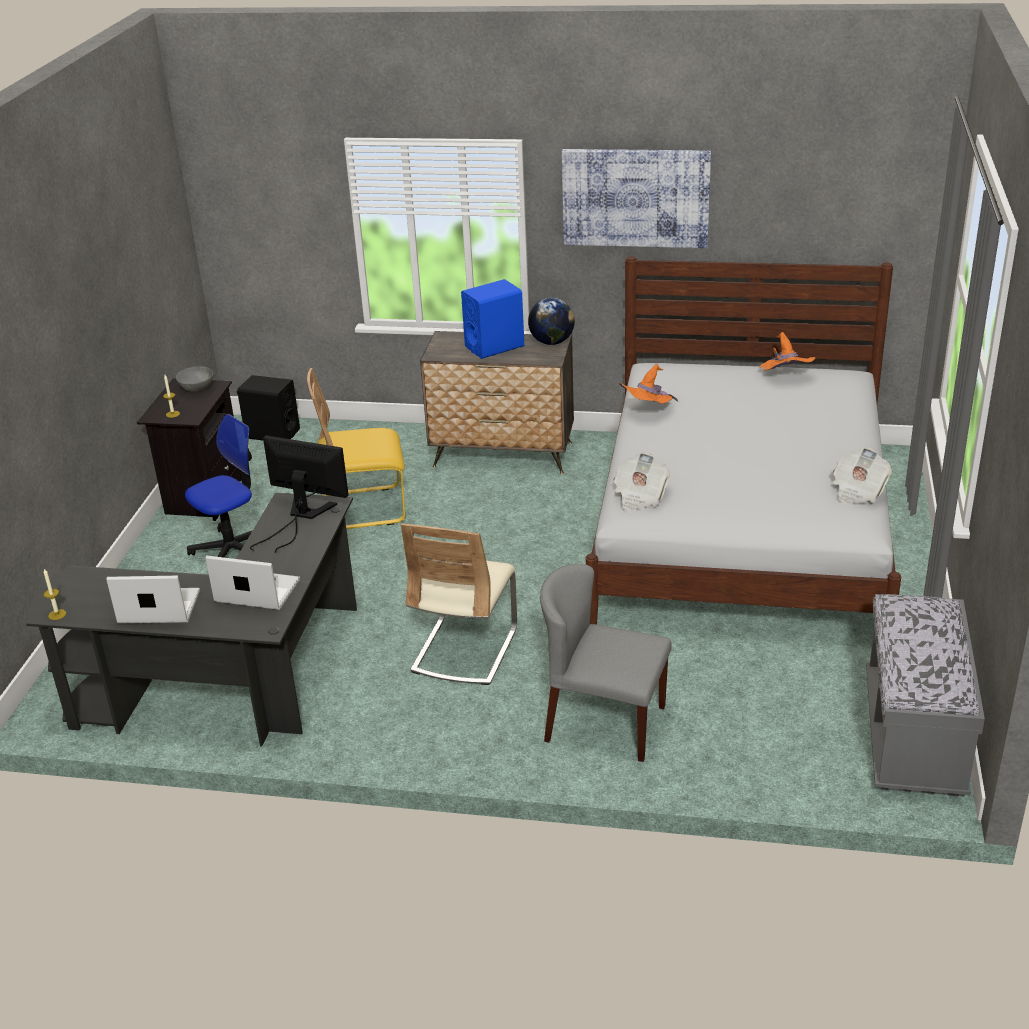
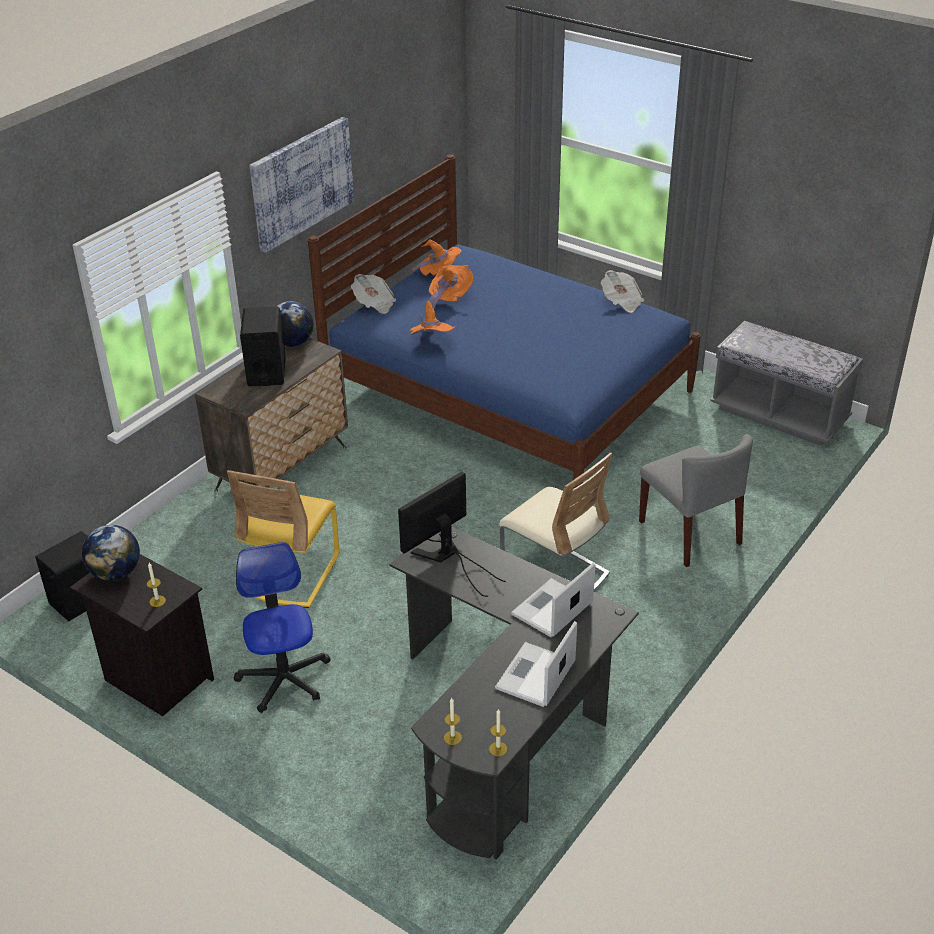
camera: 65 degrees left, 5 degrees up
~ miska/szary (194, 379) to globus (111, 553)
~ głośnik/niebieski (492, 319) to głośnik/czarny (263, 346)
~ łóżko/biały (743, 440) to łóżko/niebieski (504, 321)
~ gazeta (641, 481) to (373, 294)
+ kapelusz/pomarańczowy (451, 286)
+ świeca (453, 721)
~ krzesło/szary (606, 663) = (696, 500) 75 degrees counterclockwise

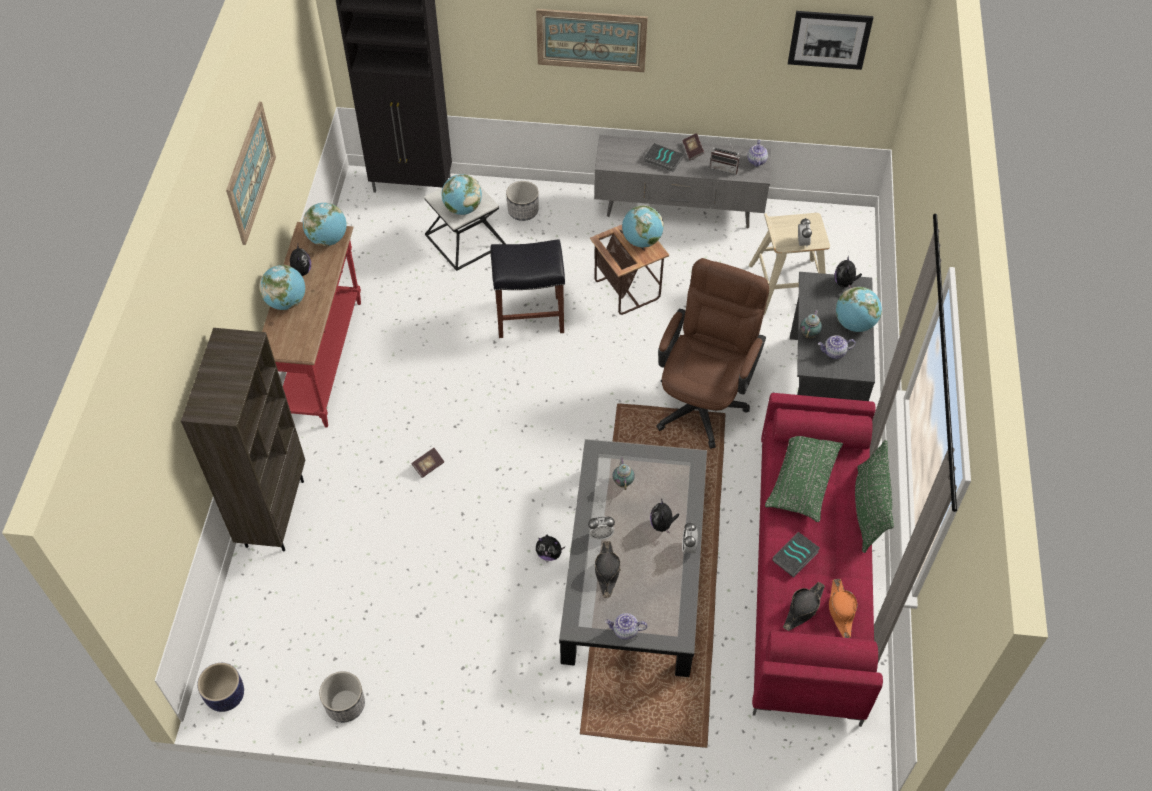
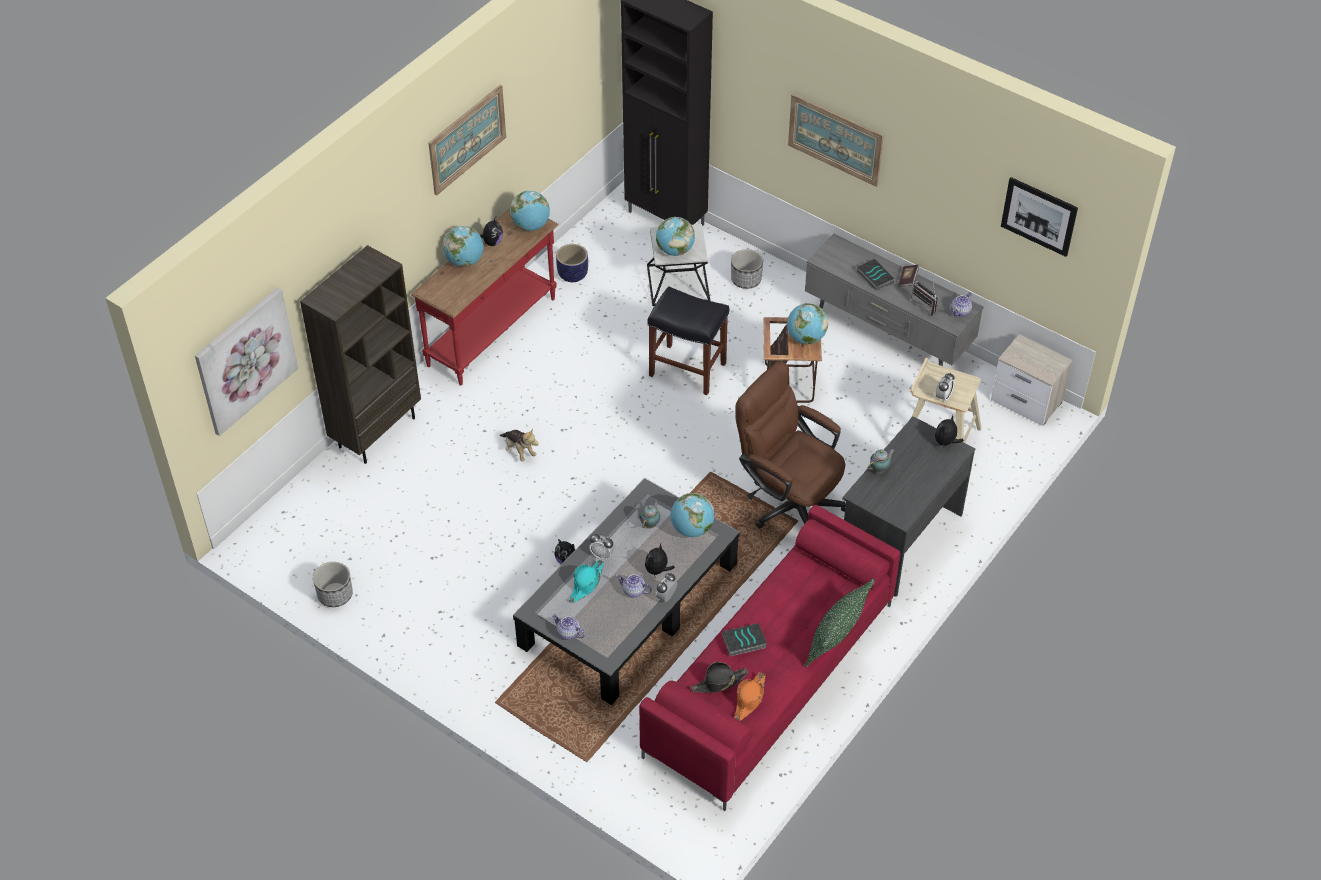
camera: 30 degrees right, 5 degrees down
+ obraz (247, 362)
~ książka (428, 463) to pluszak (519, 445)
~ donica (220, 687) to (572, 263)
~ kapelusz/czarny (607, 569) to kapelusz/turkusowy (586, 581)
~ imbryk (837, 347) to (634, 586)
~ globus (859, 309) to (692, 515)
~ krzesło biurowe/brązowy (713, 353) = (790, 444) 105 degrees counterclockwise
+ szafka nocna (1032, 380)
- poduszka/zielony (804, 479)

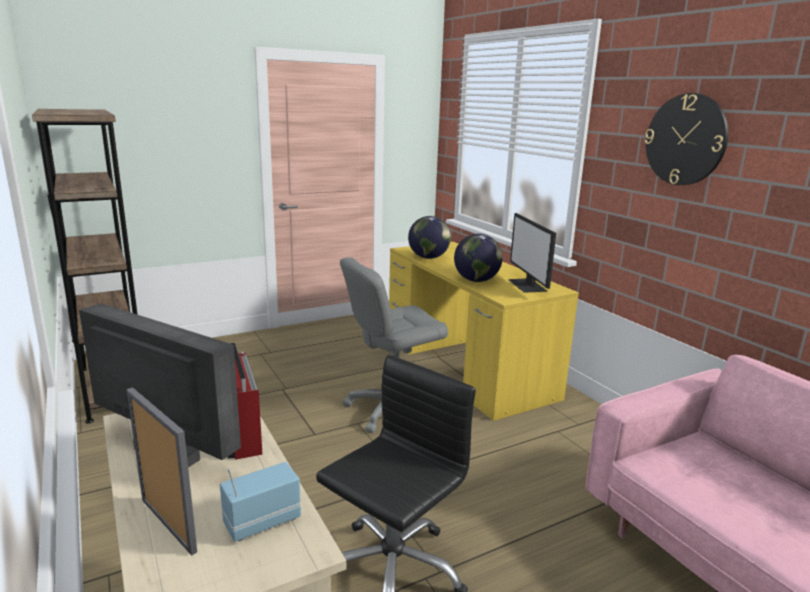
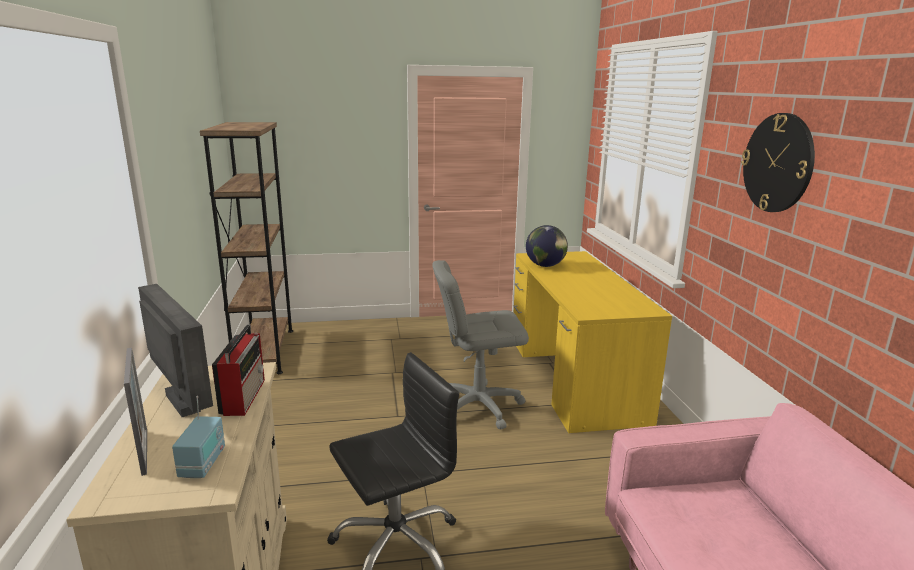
camera: 20 degrees right, 0 degrees up
~ radio (260, 502) = (198, 437) 105 degrees clockwise
- globus (478, 258)
- monitor (532, 253)

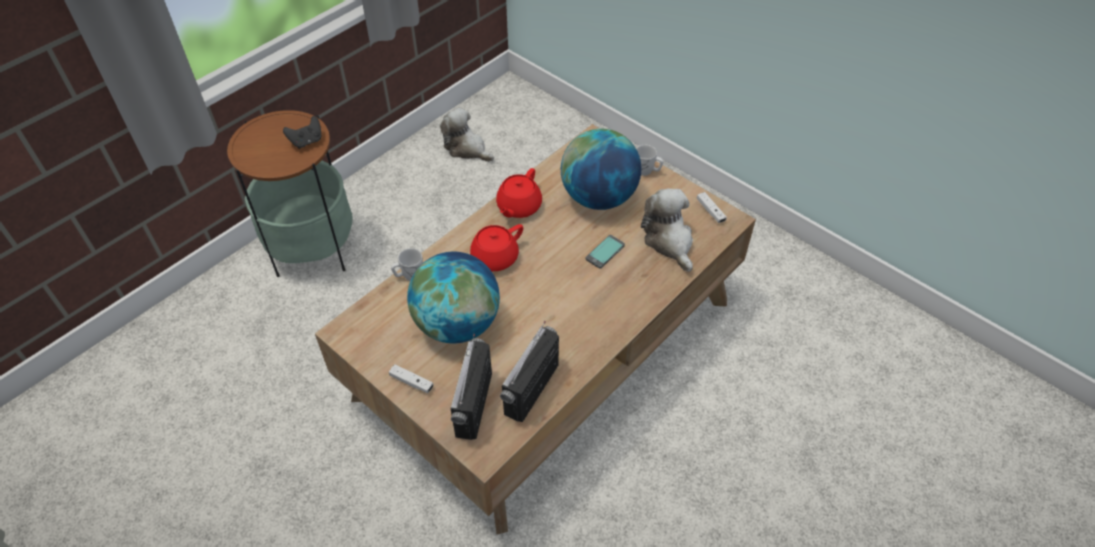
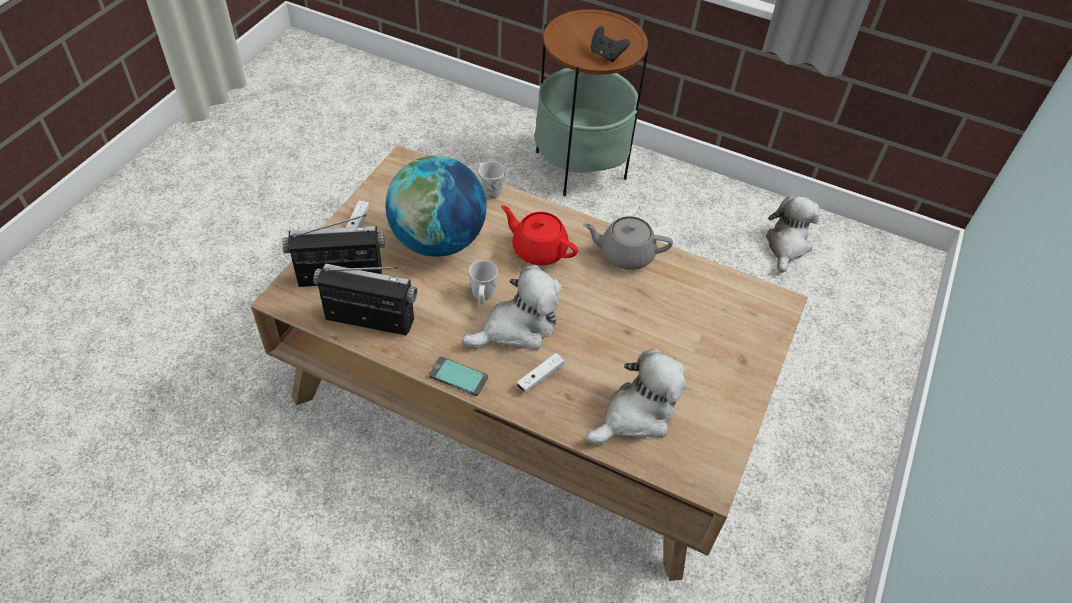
camera: 70 degrees right, 0 degrees up
~ telefon (605, 252) to (458, 376)
+ pluszak (512, 308)
~ kubek/biały (649, 160) to (483, 282)
~ pad do gier/biały (712, 207) to (540, 373)
~ imbryk/czerwony (519, 193) to imbryk/szary (628, 243)
- globus (601, 169)

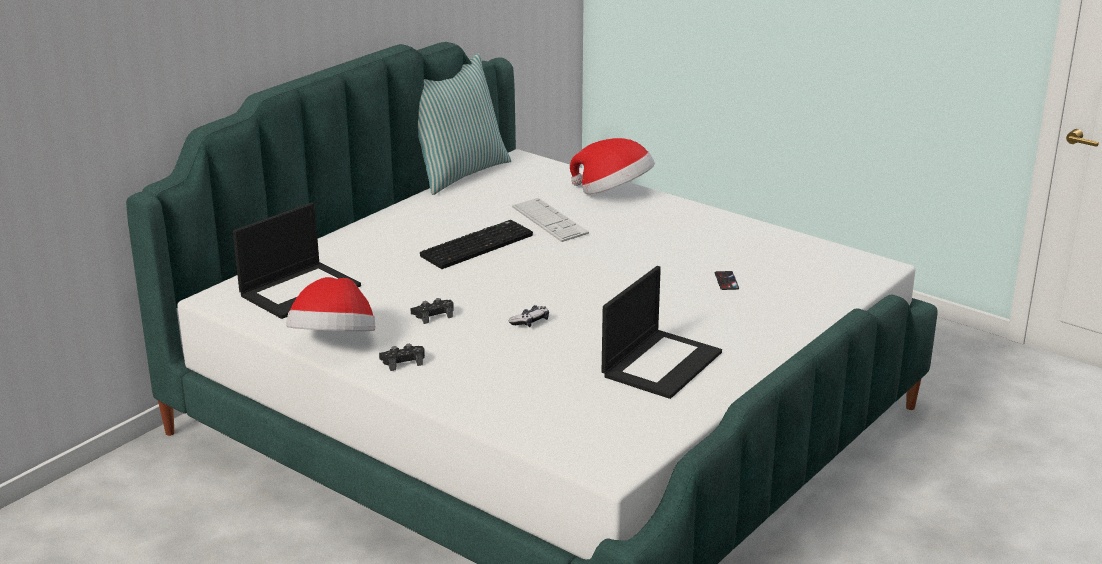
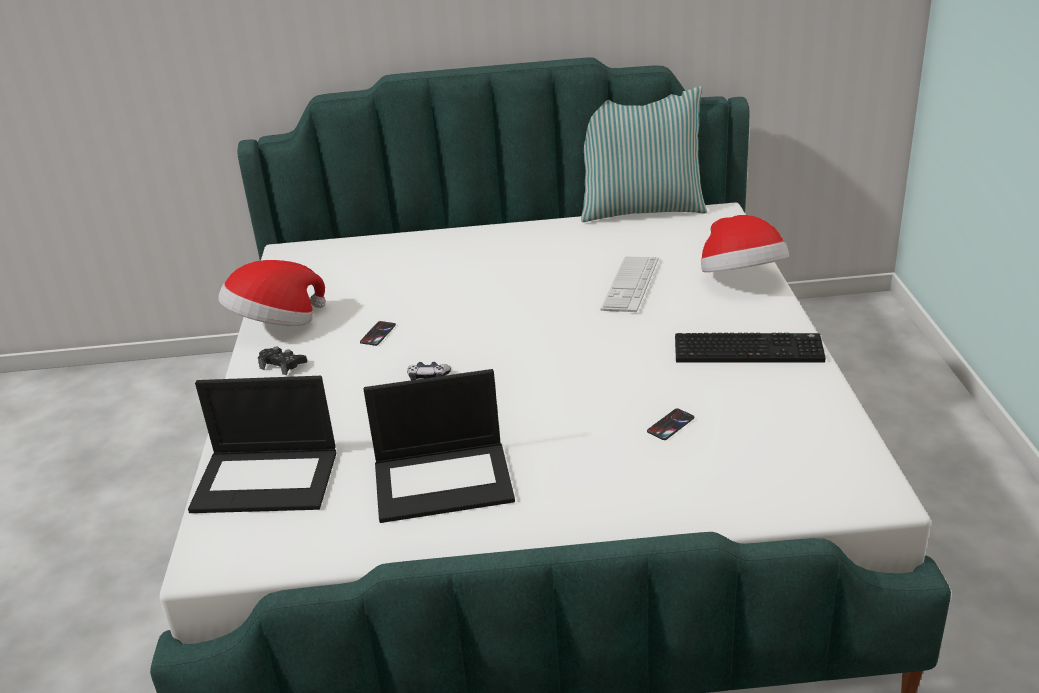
camera: 50 degrees right, 5 degrees up
~ laptop (297, 260) to (262, 444)
~ pad do gier/czarny (432, 311) to telefon (378, 333)
~ klawiatura (476, 244) to (750, 348)

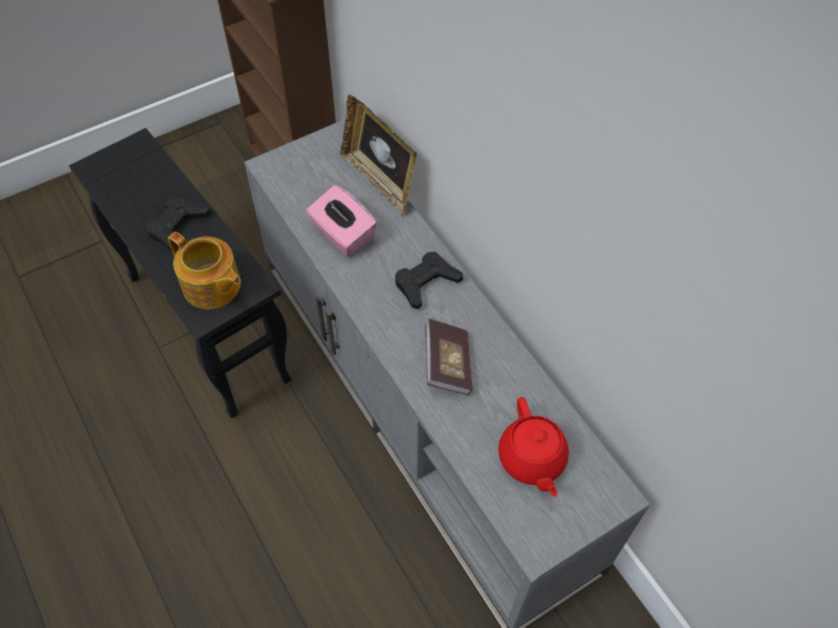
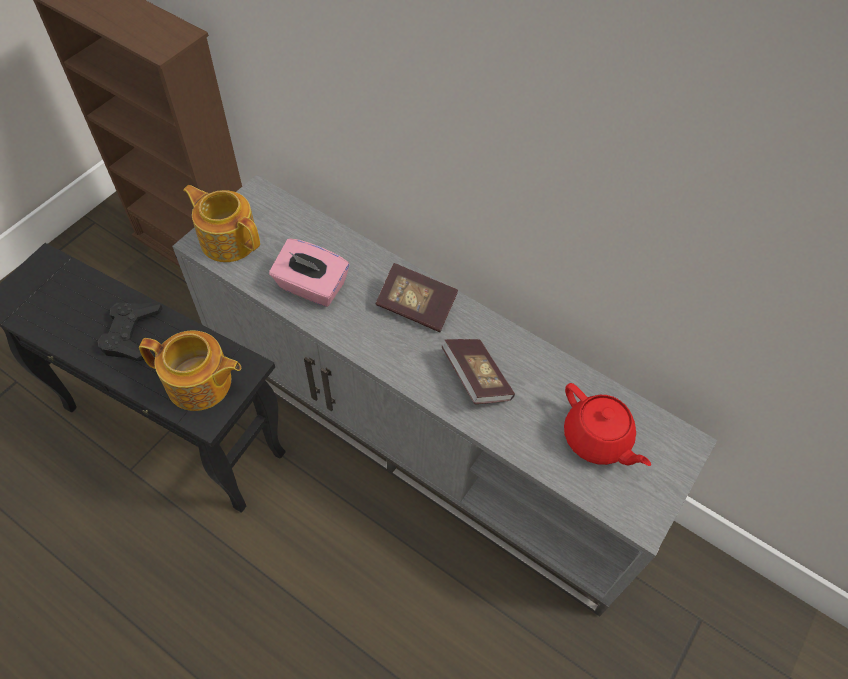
camera: 25 degrees left, 0 degrees up
+ imbryk (221, 223)
~ pad do gier/czarny (429, 280) to książka (416, 297)
- ramka na zdjęcie (379, 155)

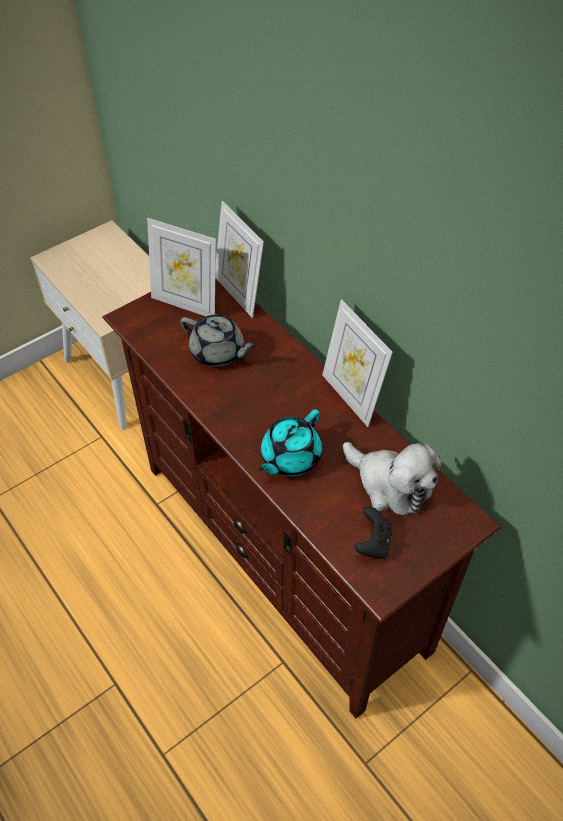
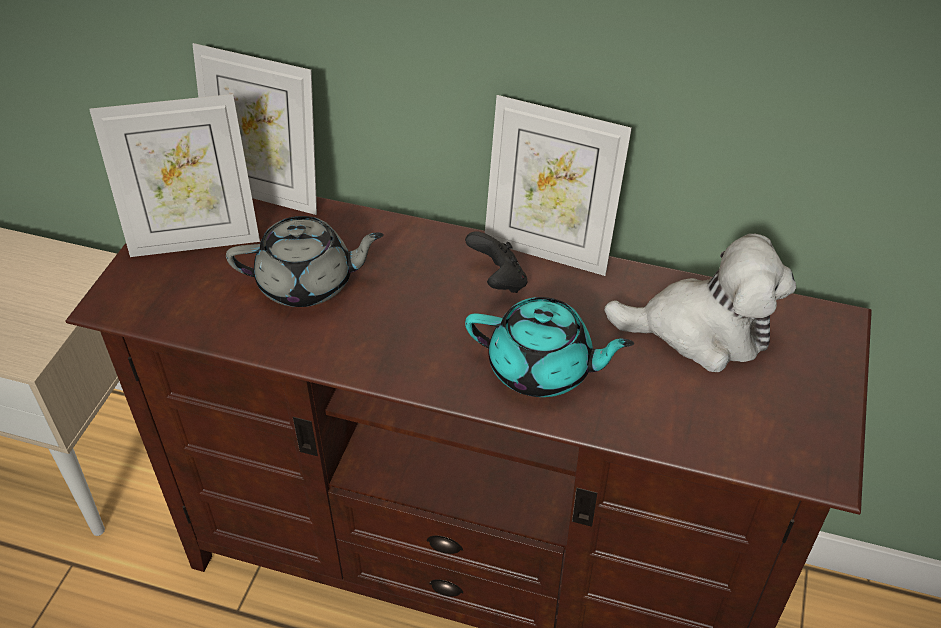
camera: 35 degrees left, 5 degrees down
~ pad do gier/czarny (373, 532) to (496, 262)
~ imbryk/turkusowy (290, 442) = (549, 347) 75 degrees counterclockwise

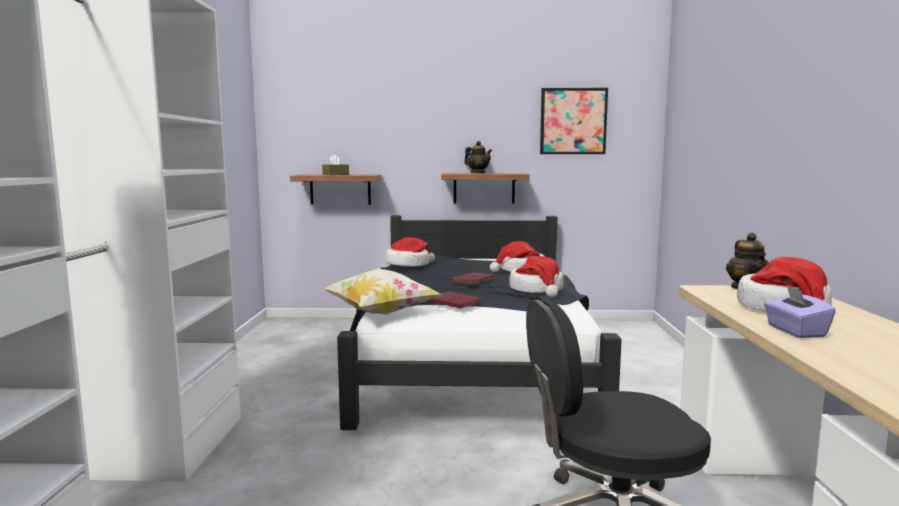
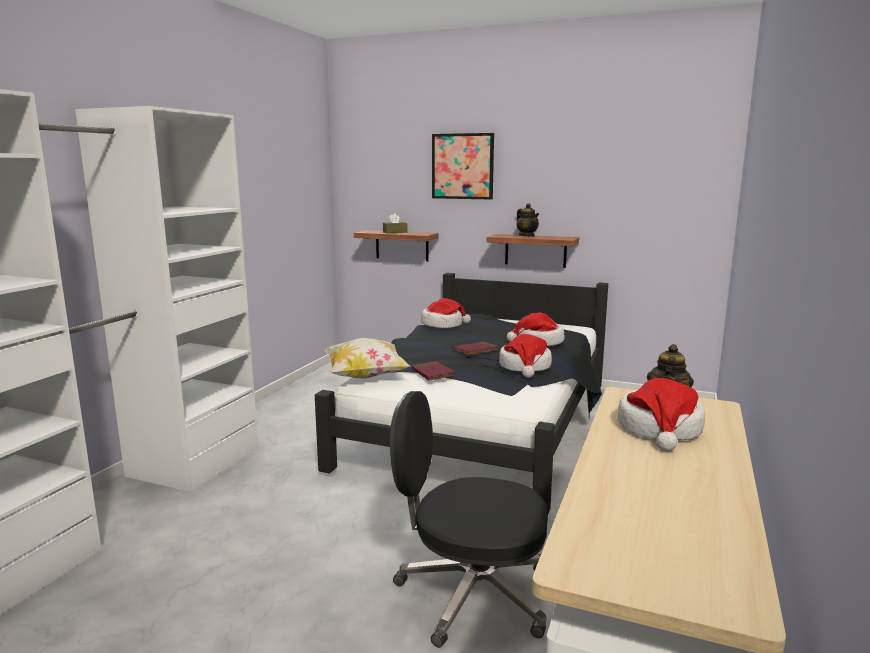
camera: 20 degrees right, 5 degrees up
~ obraz (574, 121) to (463, 166)
- pudełko chusteczek/fioletowy (800, 311)

